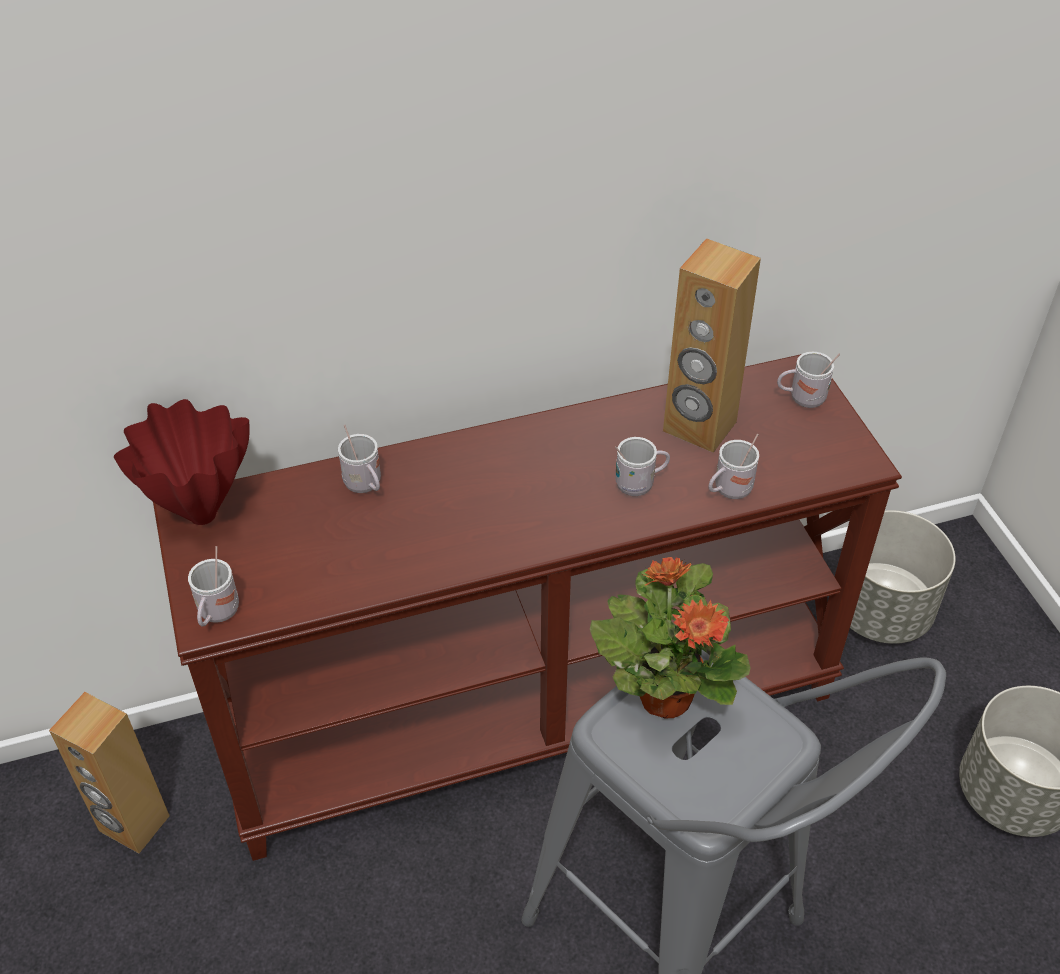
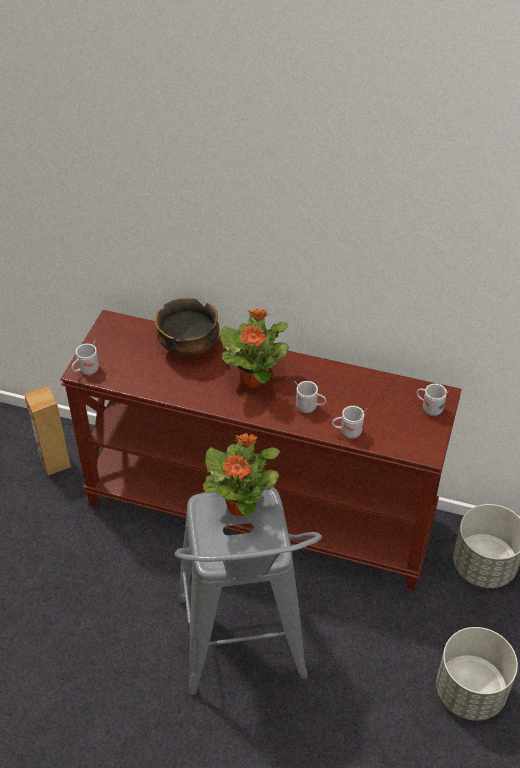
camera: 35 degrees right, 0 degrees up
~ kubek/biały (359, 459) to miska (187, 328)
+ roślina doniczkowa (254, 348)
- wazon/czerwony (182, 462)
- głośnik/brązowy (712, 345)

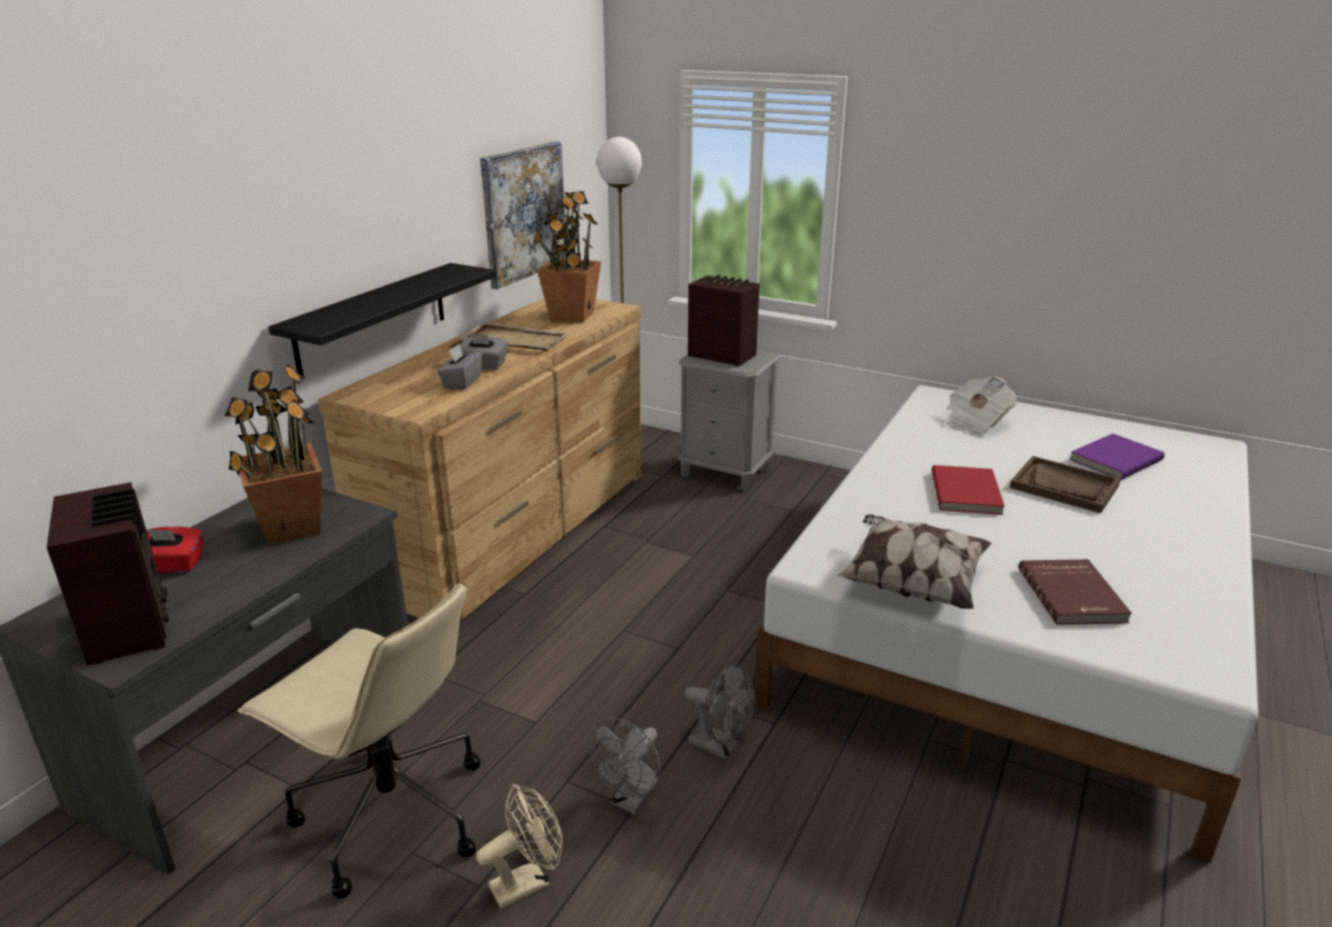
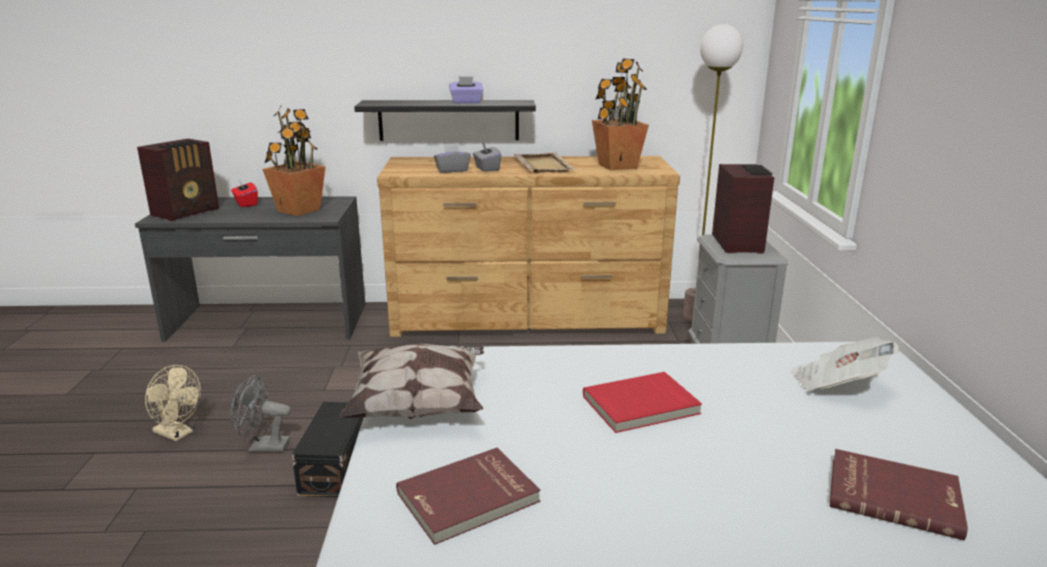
camera: 60 degrees right, 5 degrees down
~ wentylator/szary (720, 712) to pojemnik do przechowywania/czarny (327, 450)
+ pudełko chusteczek/fioletowy (466, 90)
~ książka/fioletowy (1117, 456) to książka/czerwony (899, 494)
- krzesło biurowe/beżowy (359, 739)
- obraz (523, 215)
- taca/brązowy (1065, 484)

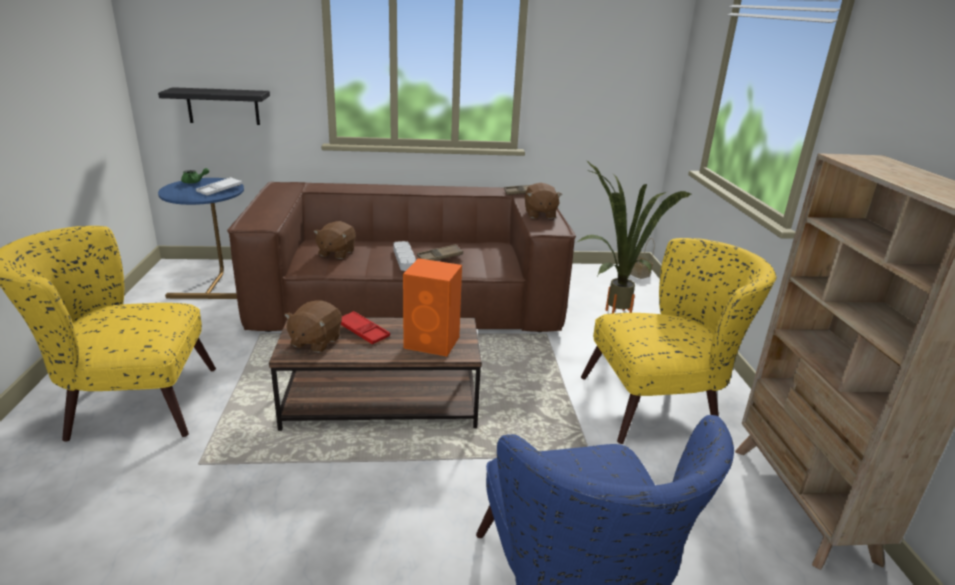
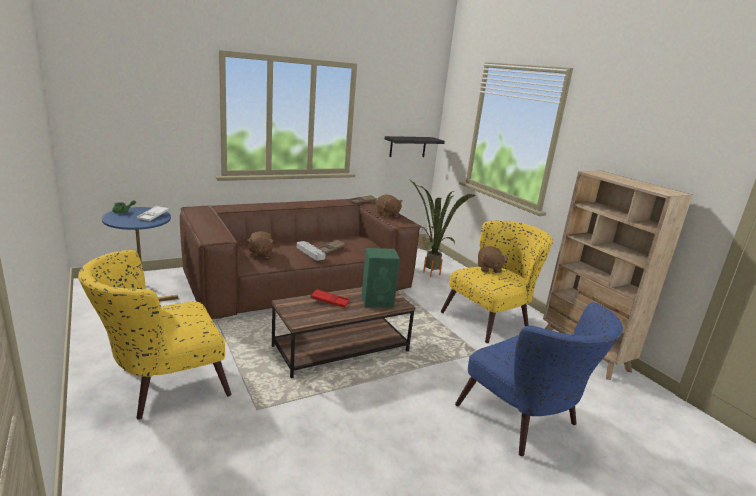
camera: 25 degrees left, 5 degrees down
~ głośnik/pomarańczowy (432, 307) to głośnik/zielony (381, 278)
~ półka/czarny (214, 106) to (415, 146)
~ pluszak/brązowy (313, 326) to (492, 259)

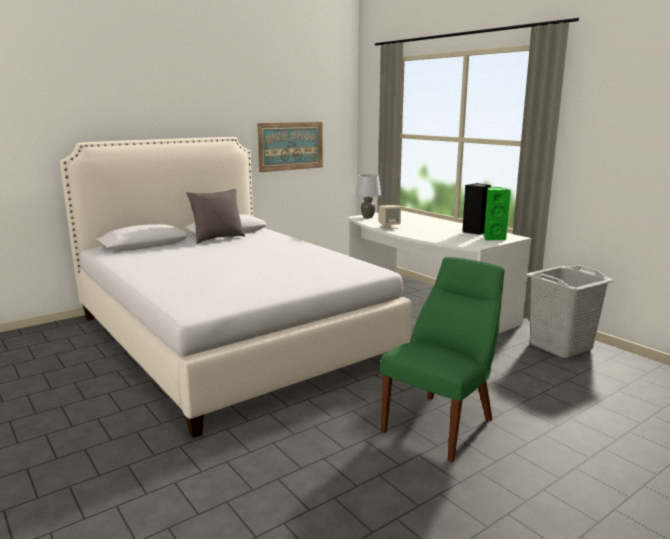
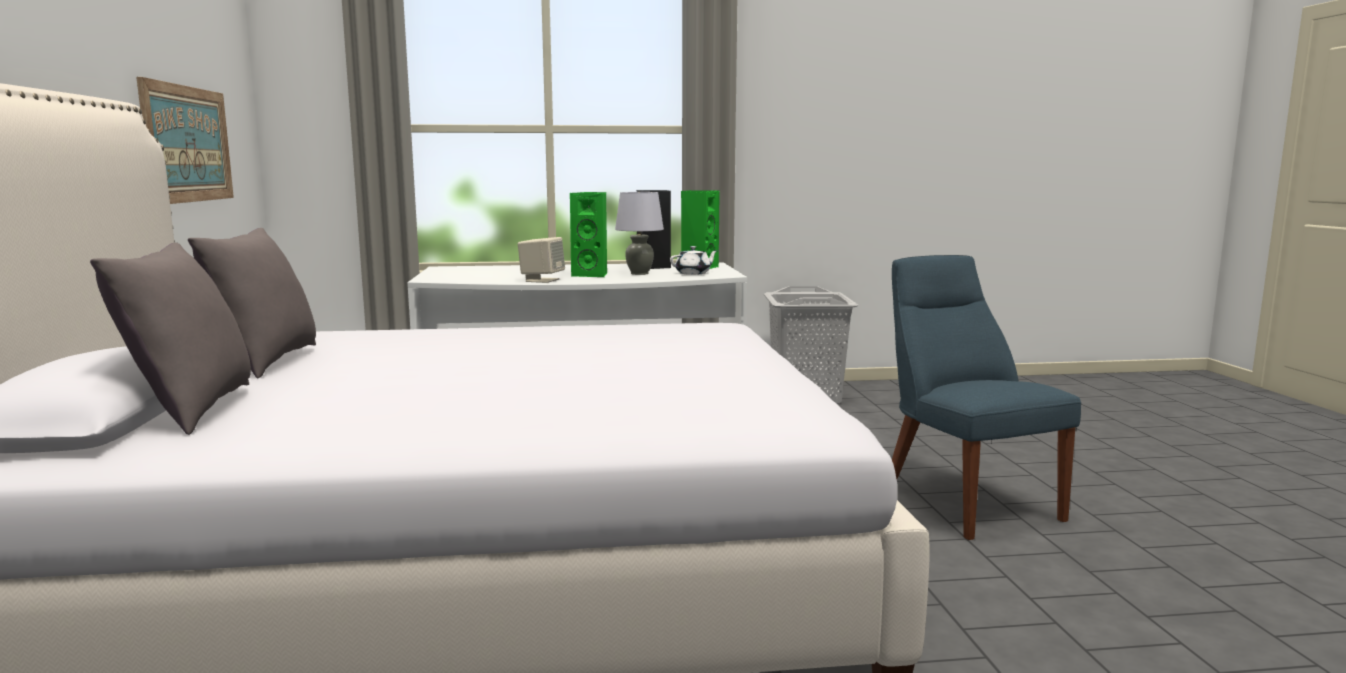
camera: 60 degrees left, 5 degrees down
+ poduszka/szary (170, 339)
+ głośnik/zielony (588, 234)
~ lampa stołowa/szary (368, 196) to (639, 233)
+ imbryk/biały (694, 260)
~ krzesło/zielony (442, 359) to krzesło/niebieski (986, 397)

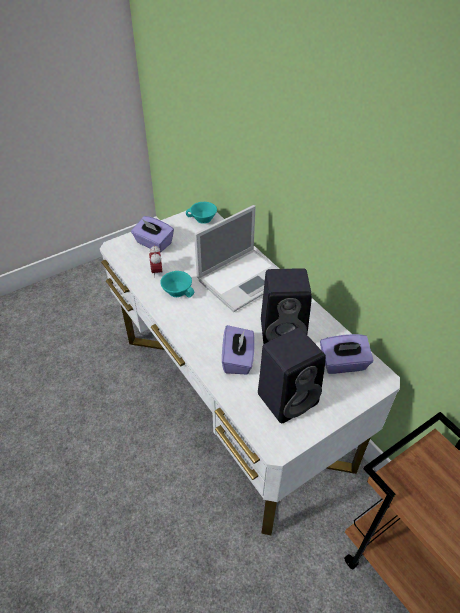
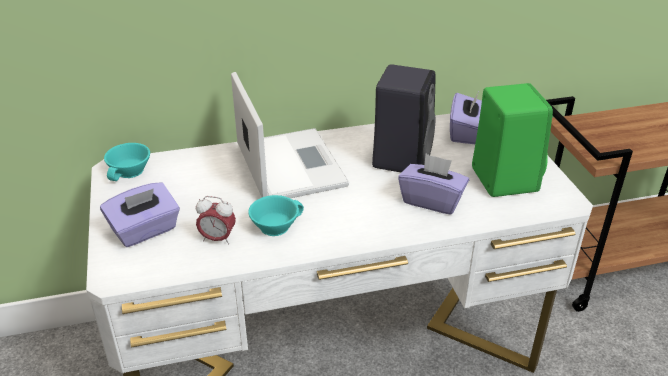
camera: 70 degrees left, 10 degrees down
~ głośnik/czarny (292, 376) to głośnik/zielony (512, 140)

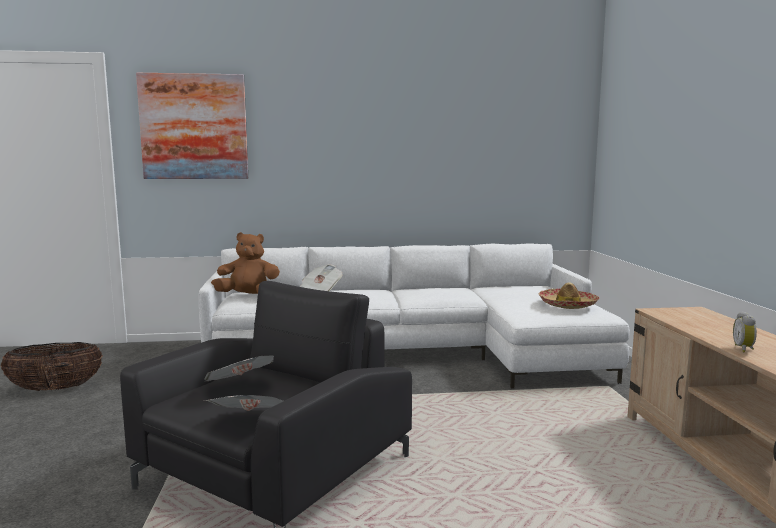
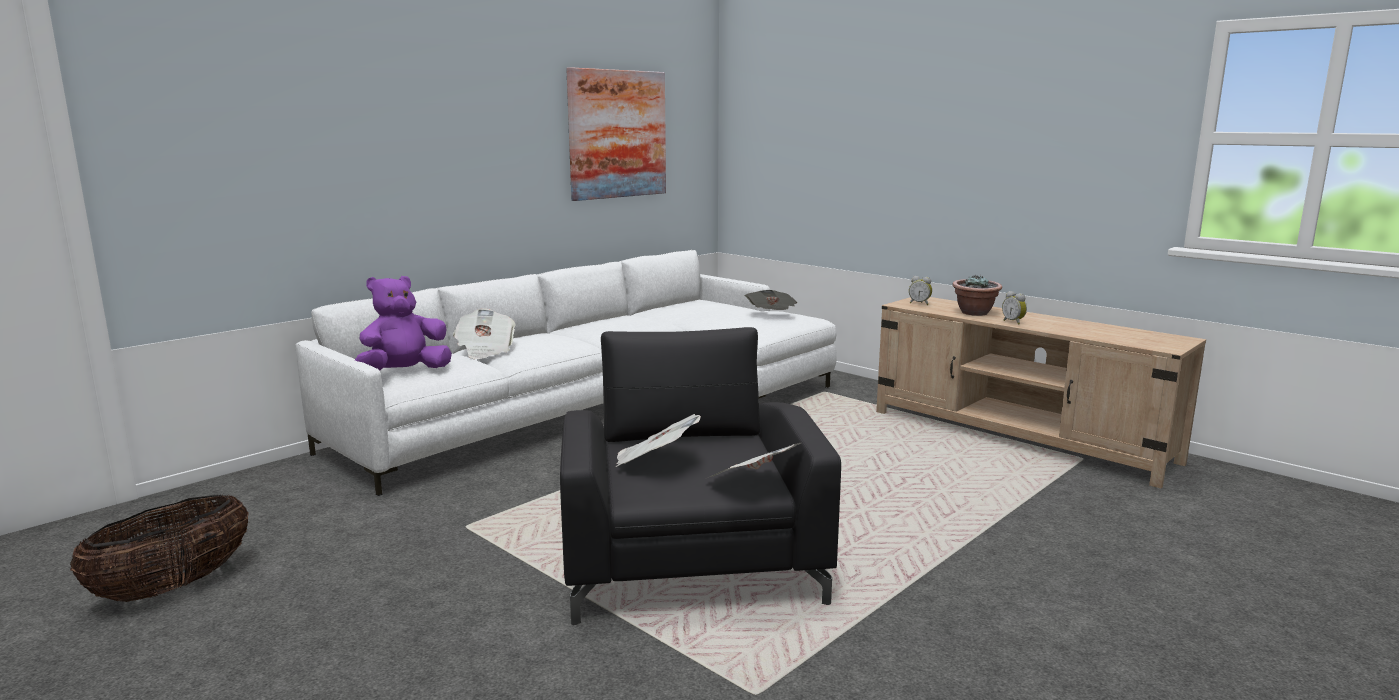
camera: 40 degrees left, 5 degrees up
~ pluszak/brązowy (245, 263) to pluszak/fioletowy (403, 323)
~ obraz (192, 126) to (616, 134)
~ kapelusz (569, 295) to gazeta (770, 300)
+ budzik (920, 290)
+ roślina doniczkowa (977, 295)

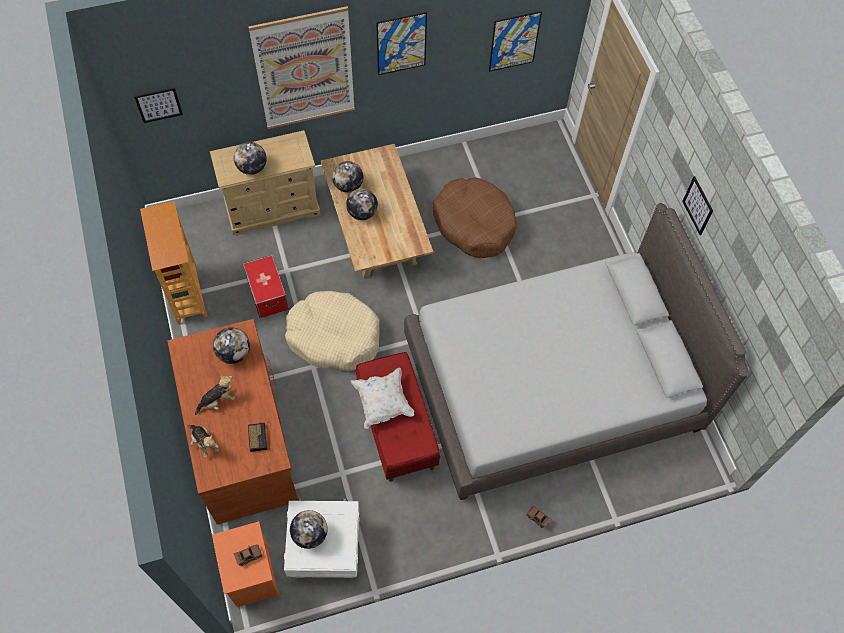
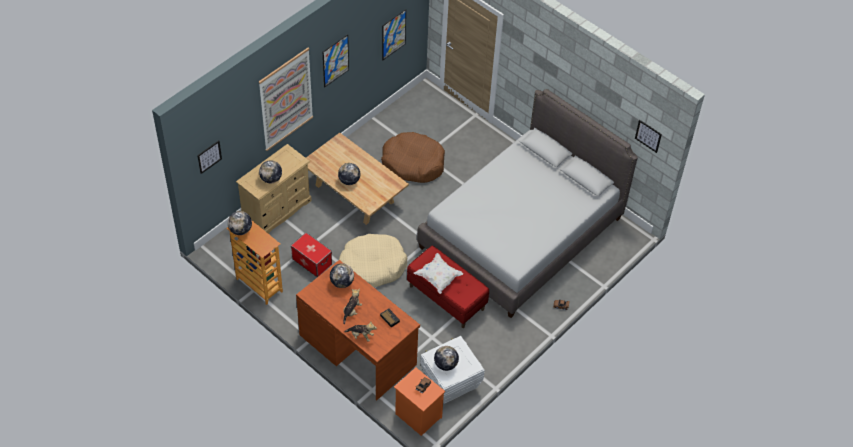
camera: 30 degrees left, 10 degrees down
~ globus (347, 177) to (240, 223)
~ obraz (697, 205) to (648, 136)

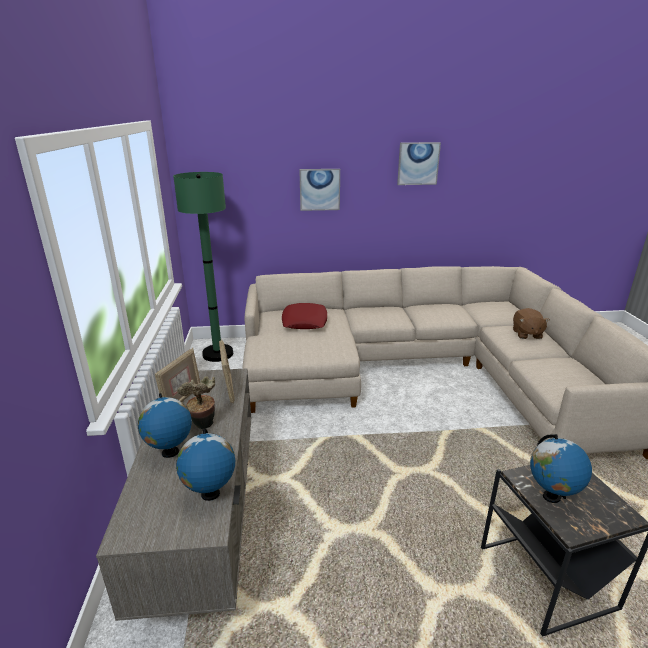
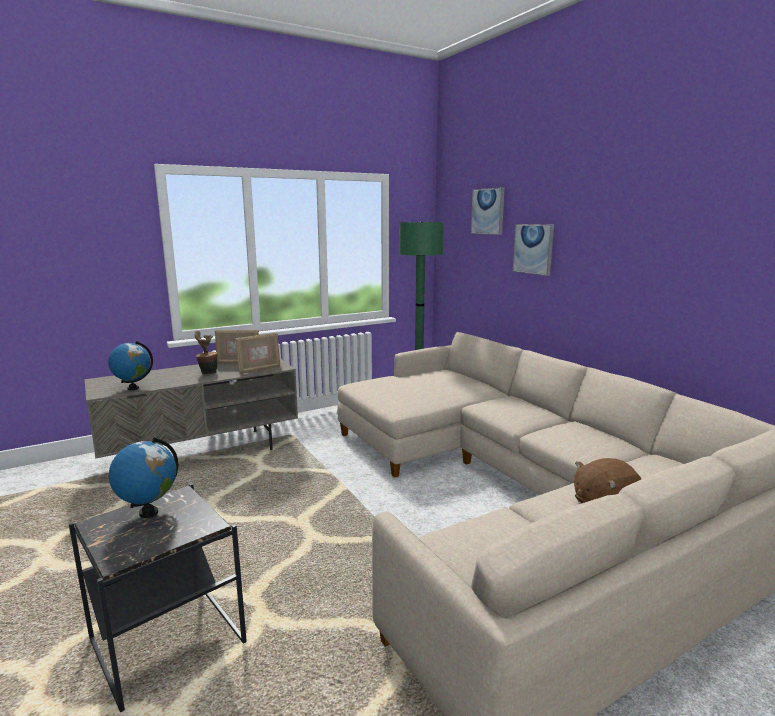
camera: 65 degrees right, 10 degrees down
~ obraz (419, 163) to (488, 211)
- globus (165, 425)
- poduszka/czerwony (304, 316)

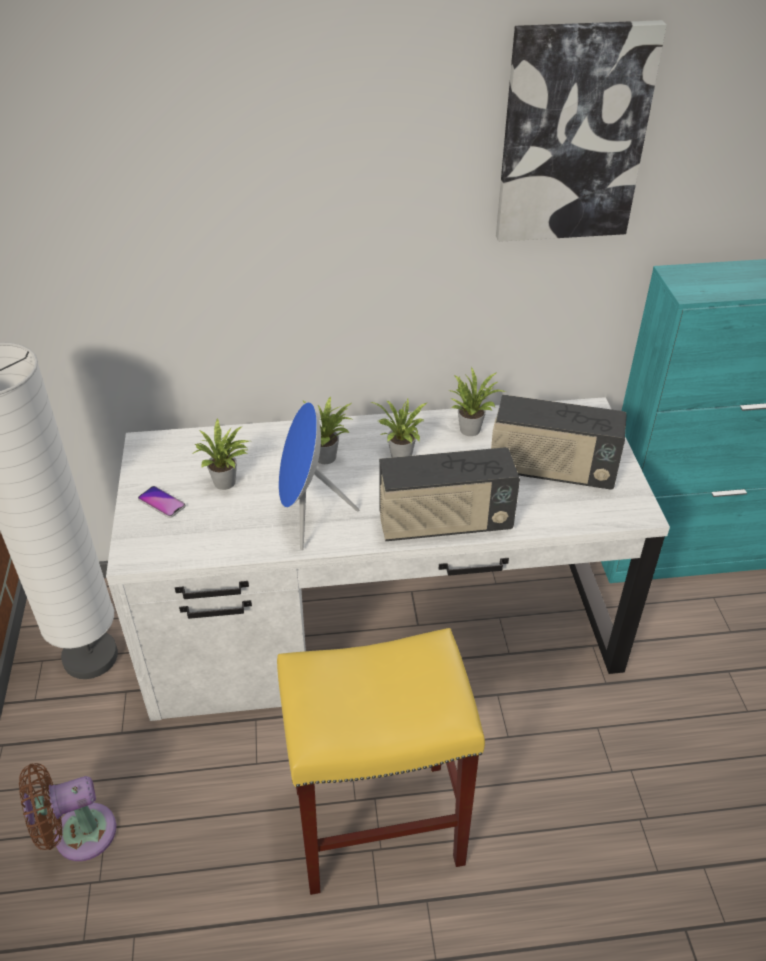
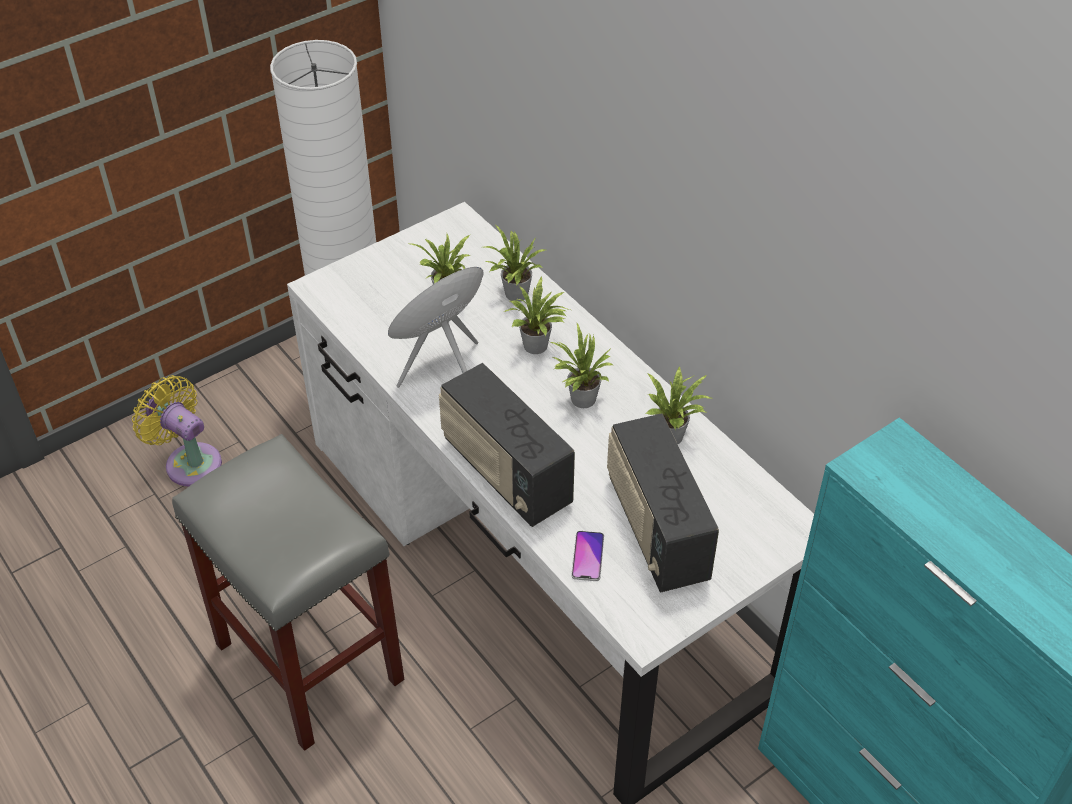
camera: 60 degrees right, 5 degrees up
~ wentylator/brązowy (68, 812) to wentylator/żółty (177, 430)
~ stołek/żółty (381, 761) to stołek/szary (288, 592)
+ roślina doniczkowa (515, 263)
~ telefon (162, 502) to (588, 556)
- obraz (581, 131)

